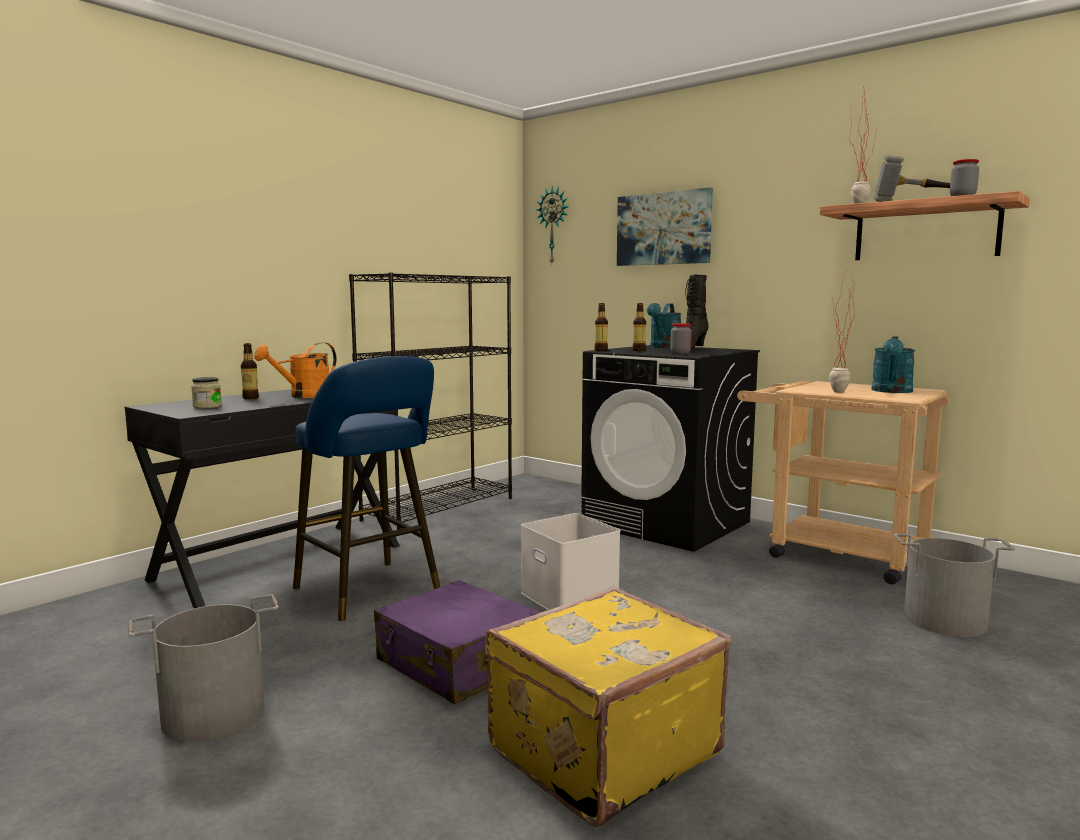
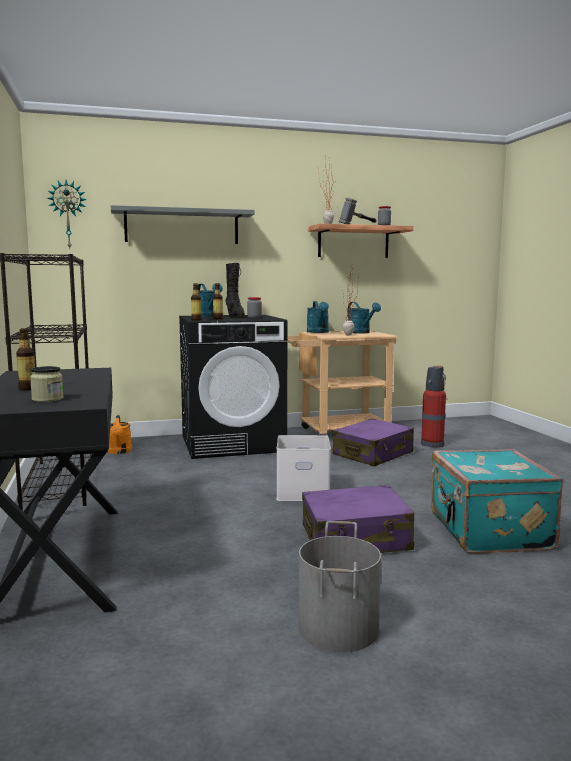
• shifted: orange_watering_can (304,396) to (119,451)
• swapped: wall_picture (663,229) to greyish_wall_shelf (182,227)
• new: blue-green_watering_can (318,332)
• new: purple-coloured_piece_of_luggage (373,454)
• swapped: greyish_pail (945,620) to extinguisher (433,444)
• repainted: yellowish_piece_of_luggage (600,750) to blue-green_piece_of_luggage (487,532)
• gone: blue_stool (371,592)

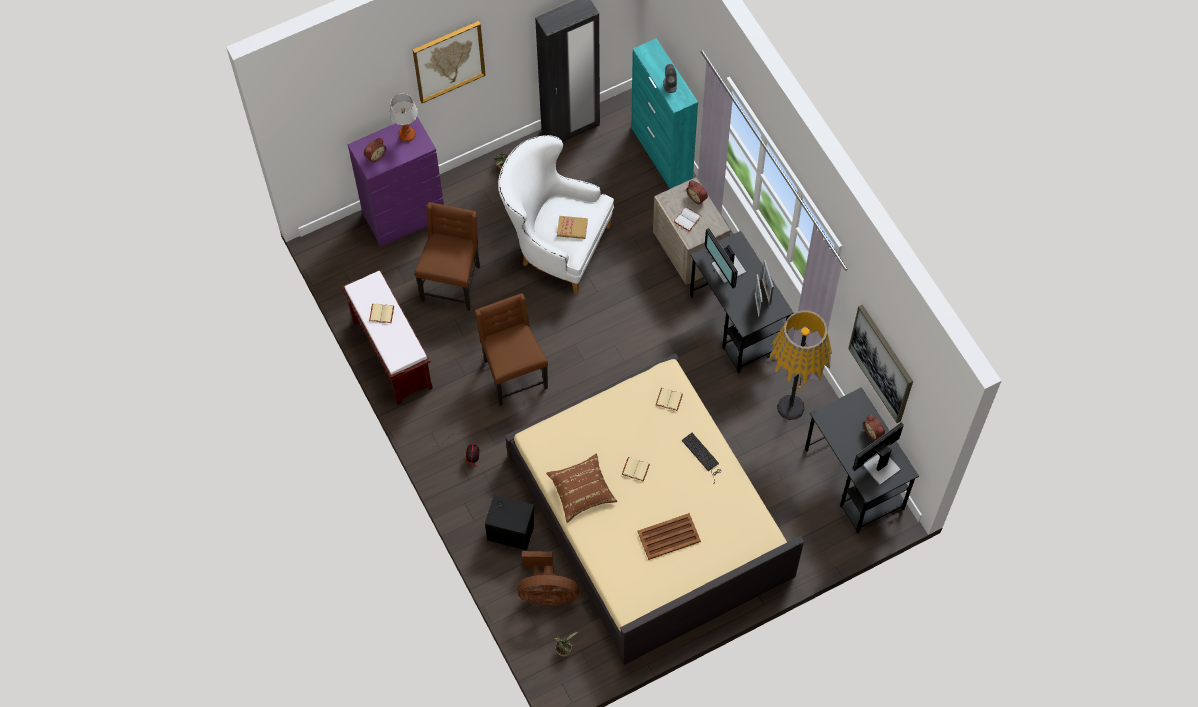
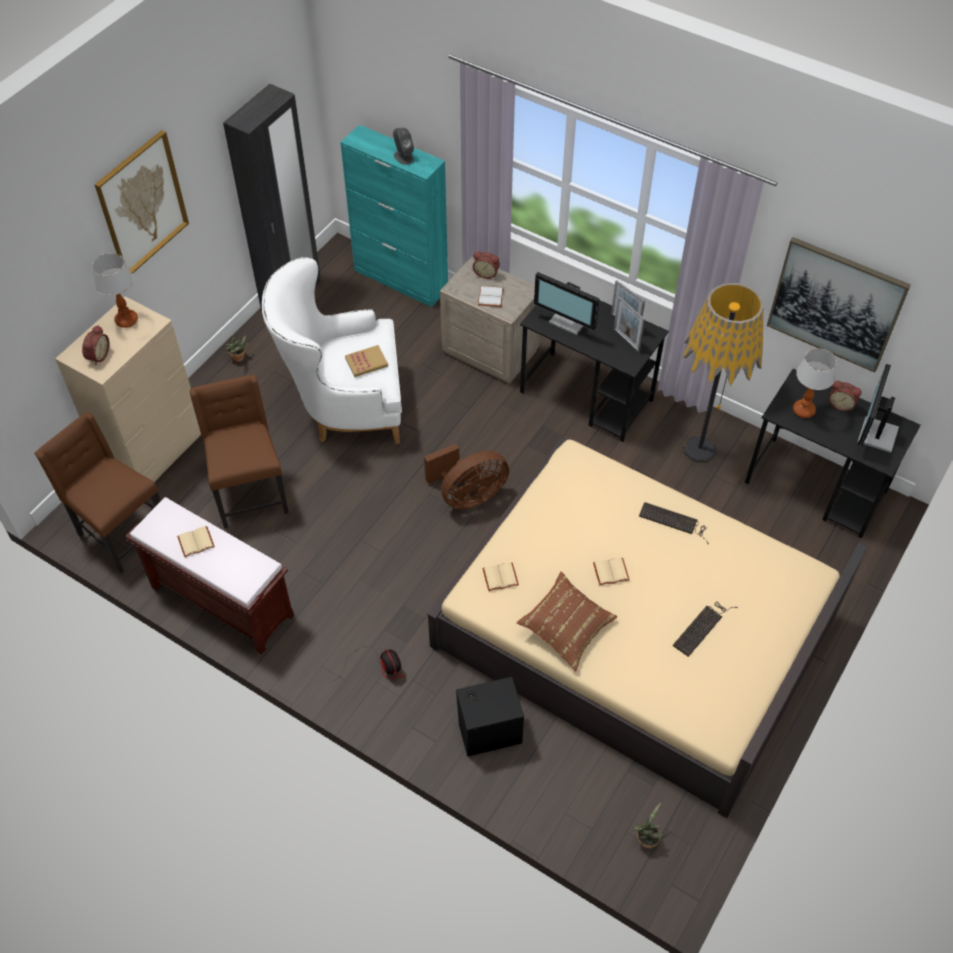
• shifted: brown-coloured_chair (513,374) to (121,533)
• repainted: purple-coloured_drawer_chest (404,216) to beige_drawer_chest (154,451)
• shifted: brown-coloured_fan (546,592) to (468,495)
• shifted: beige_bound_book (668,400) to (500,578)
• swapped: brown-coloured_carrying_tray (669,536) to PC_keyboard (702,626)
• new: tabletop_lamp (803,410)

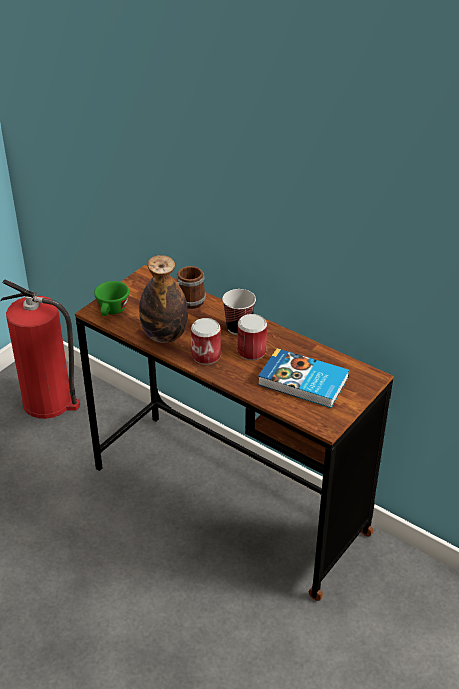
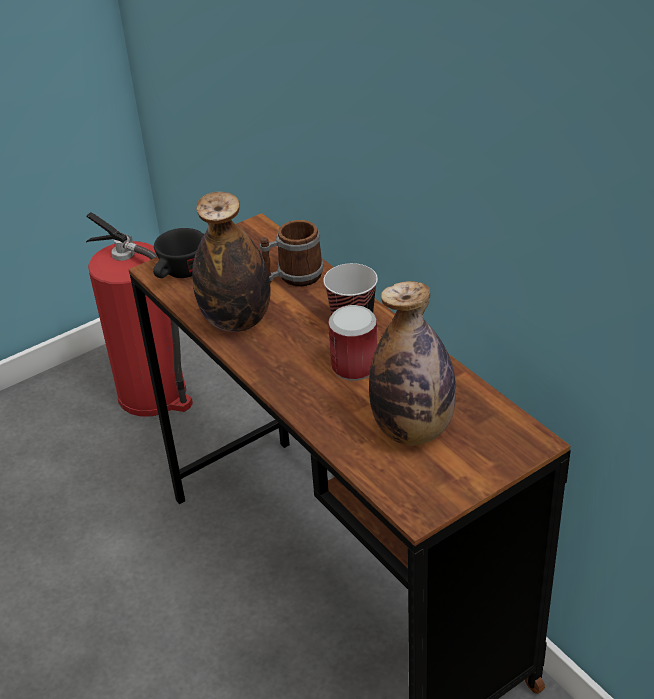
• repainted: green_cup (112,311) to blackish_cup (180,274)
• swapped: bound_book (303,382) to drink_bottle (413,430)
• gone: metal_can (206,356)

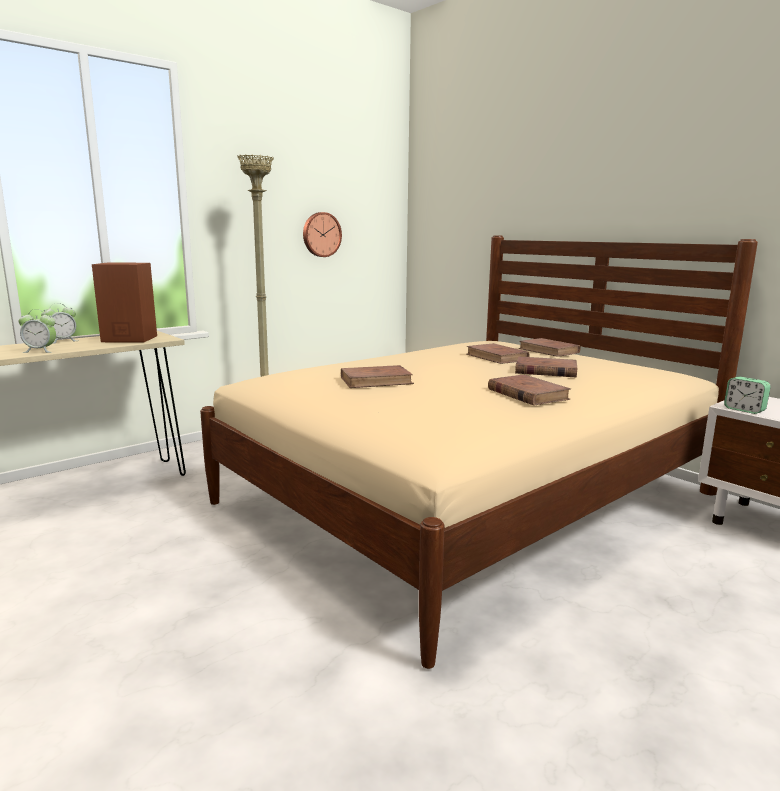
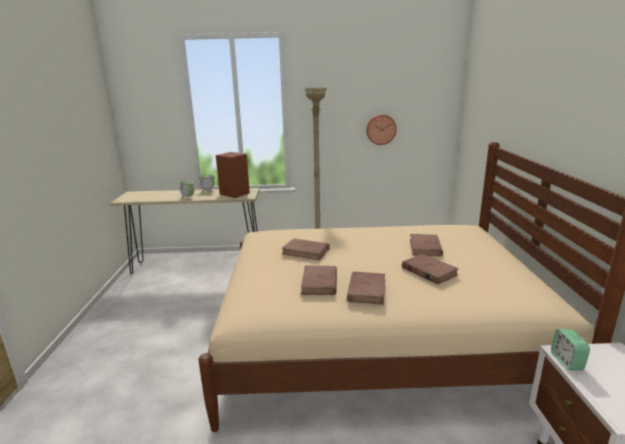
• shifted: brown-coloured_bound_book (549,351) to (319,283)

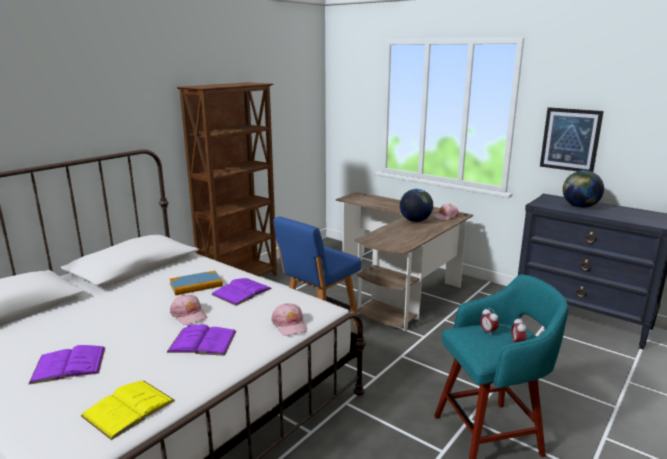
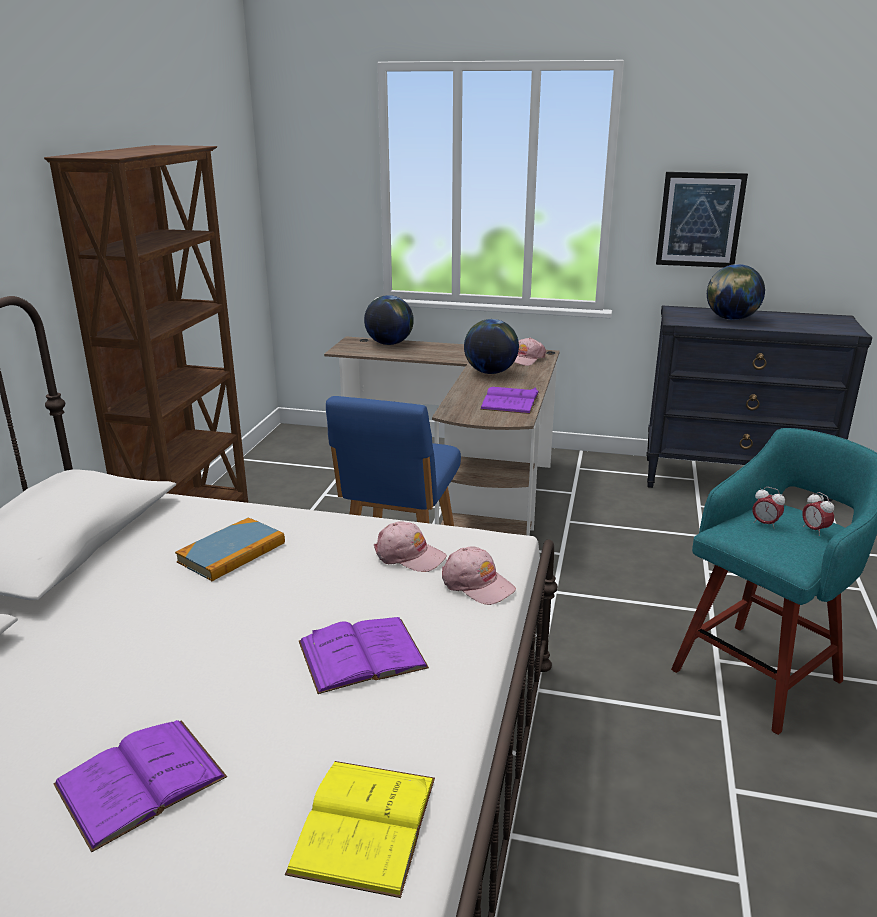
• new: globe (389,343)
• shifted: pink-coloured_cap (189,315) to (409,555)
• shifted: purple-coloured_bound_book (242,291) to (510,400)

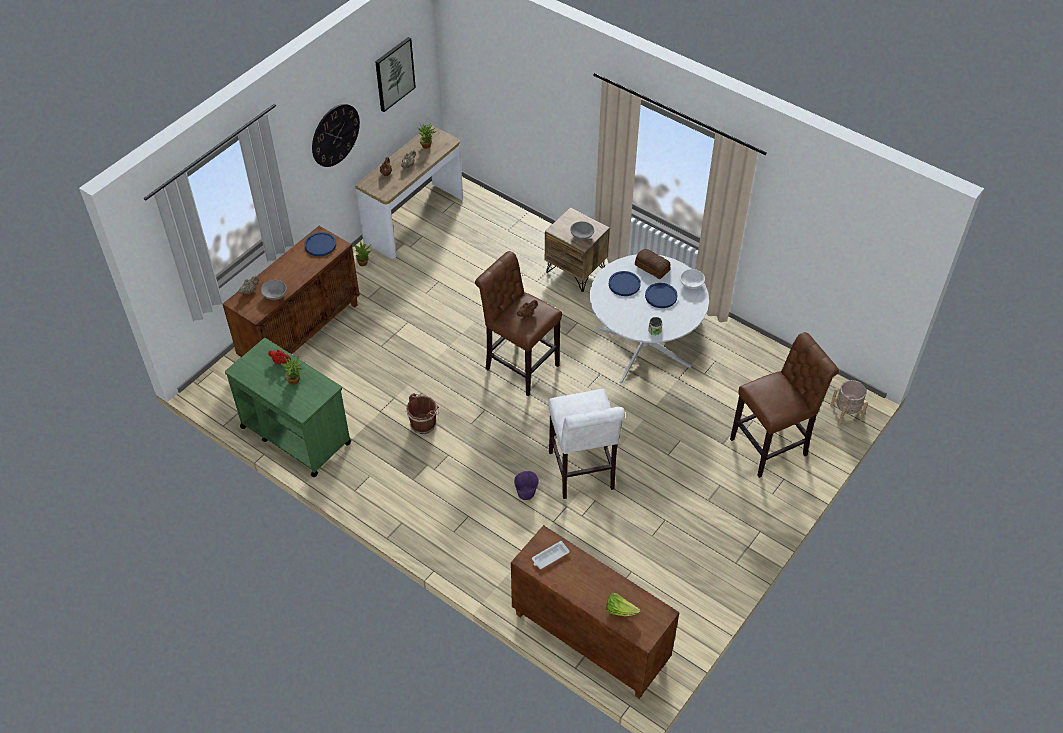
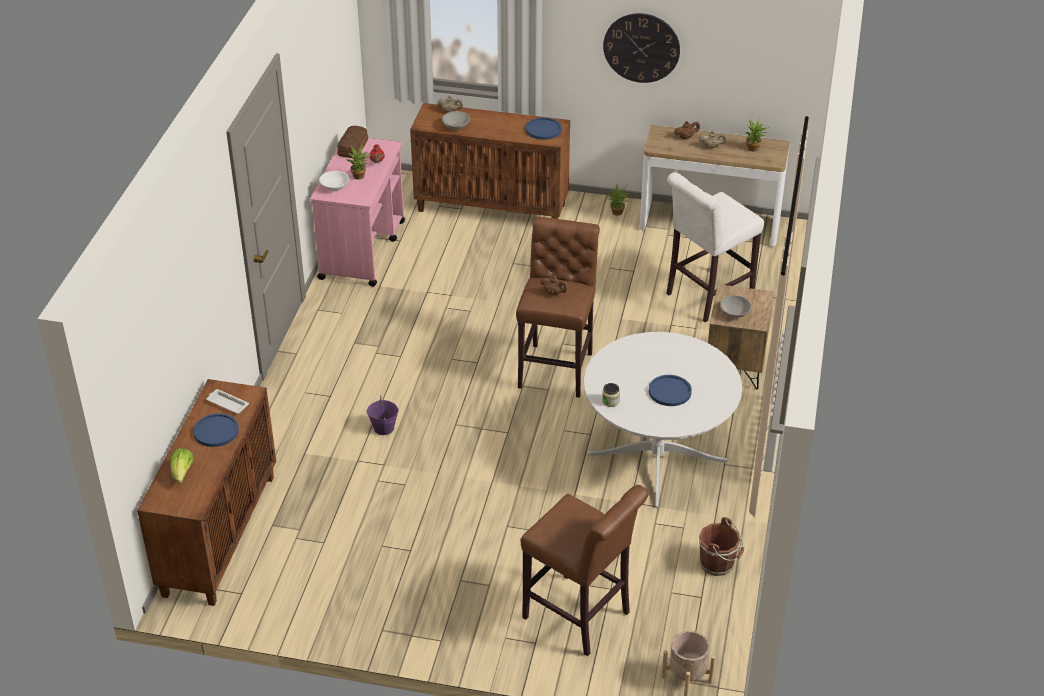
• shifted: blue_dinner_plate (624,284) to (216,431)
• repainted: green_cart (295,434) to pink-coloured_cart (363,249)
• shifted: whitish_bowl (691,284) to (334,187)
• shifted: bread (652,267) to (354,147)
• shifted: whitish_stool (582,474) to (705,297)
• shifted: brown-coloured_pail (424,423) to (718,563)
• gone: wall_picture (394,74)

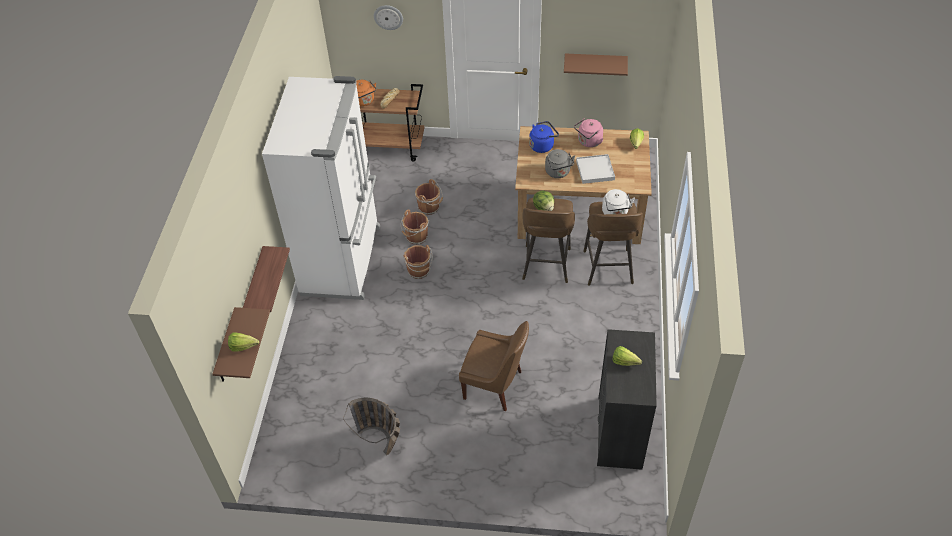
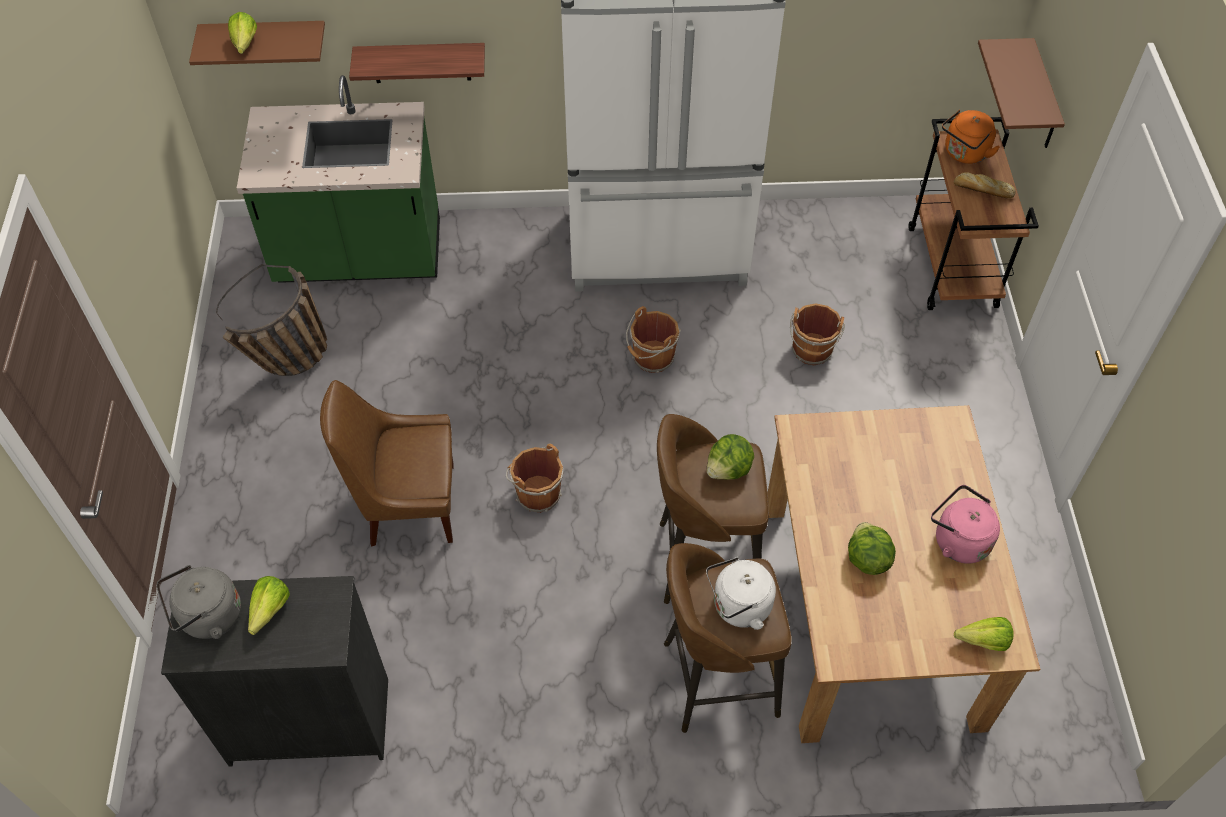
• shifted: greyish_kettle (558,173) to (207,617)
• new: green_kitchen_counter (359,257)
• rotated: brown-coloured_chair (495,386) = (408,505) 75 degrees clockwise
• shifted: brown-coloured_pail (416,237) to (536,493)
• swapped: whitish_carrying_tray (595,170) to head_of_lettuce (867,559)
• shifted: brown-coloured_wall_shelf (595,64) to (1042,98)
• gone: wall_clock (388,17)
• gone: blue_kettle (542,145)

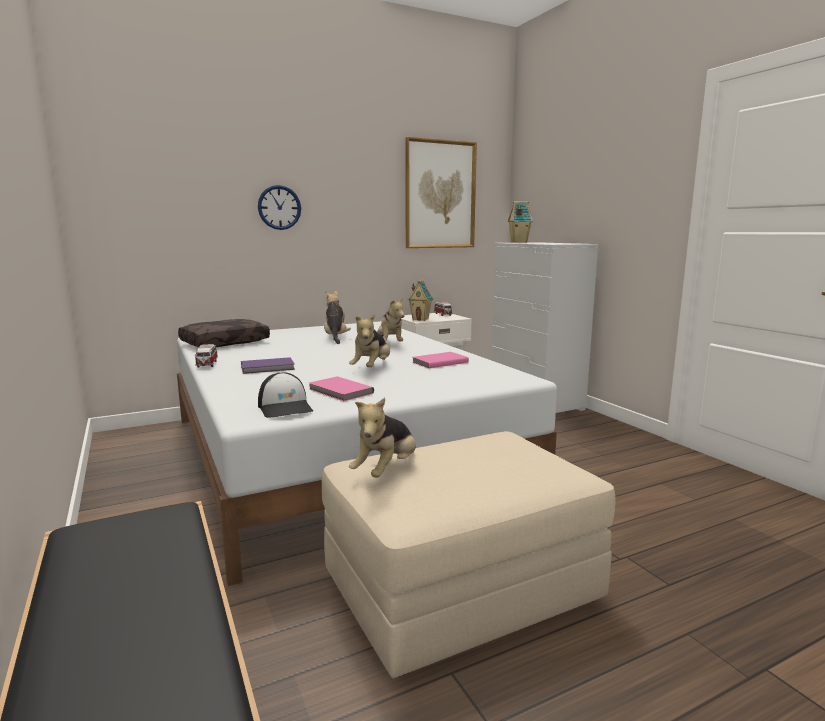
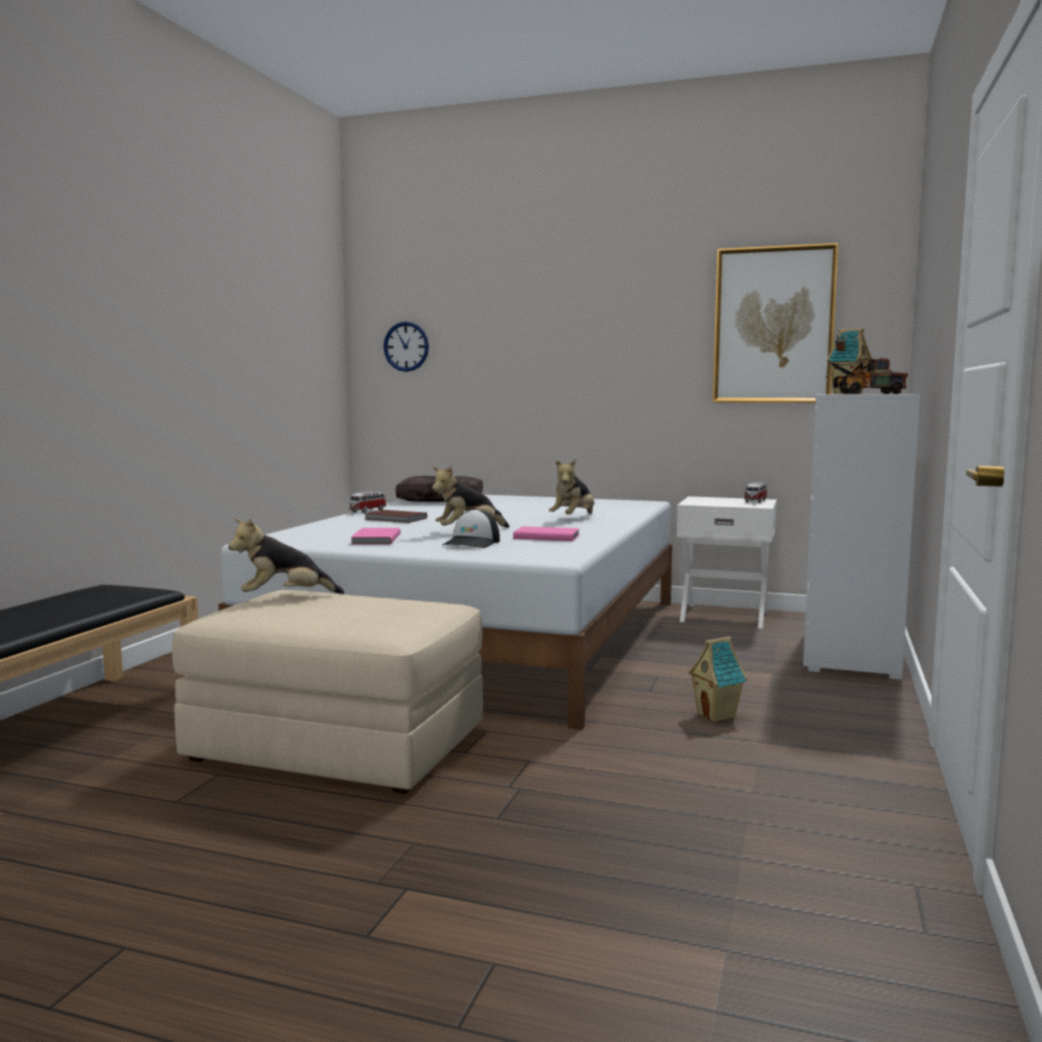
• repainted: purple-coloured_bound_book (268,368) to brown-coloured_bound_book (395,519)
• shifted: wall_clock (279,207) to (406,346)
• shifted: cap (285,407) to (472,543)
• shifted: miniature_house (421,319) to (717,716)
• new: toy_truck (863,394)
• gone: plush_toy (335,338)

